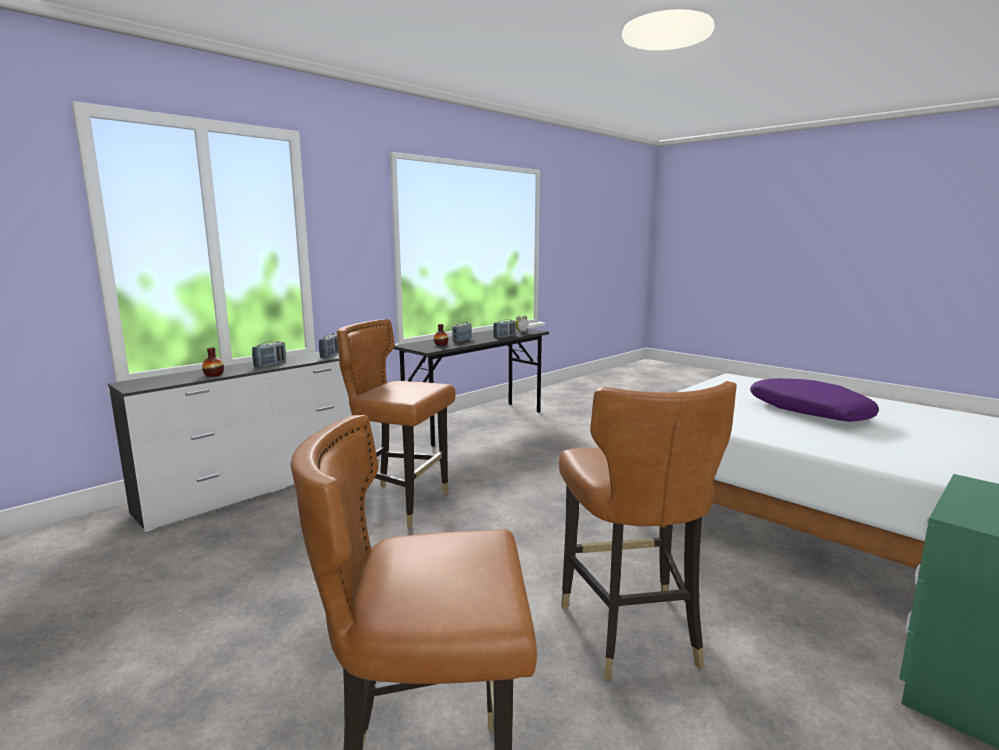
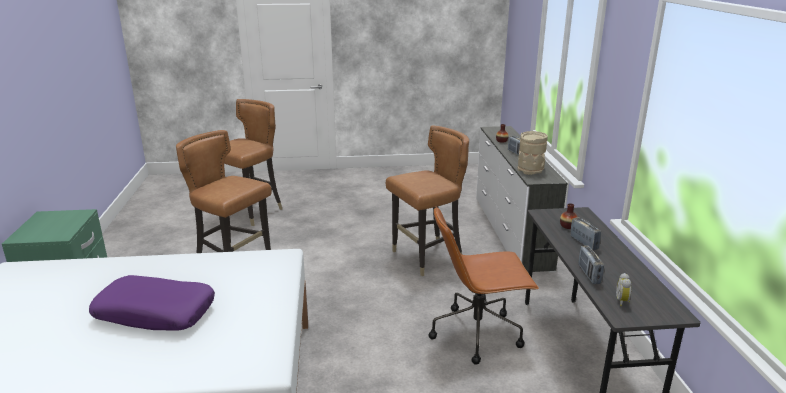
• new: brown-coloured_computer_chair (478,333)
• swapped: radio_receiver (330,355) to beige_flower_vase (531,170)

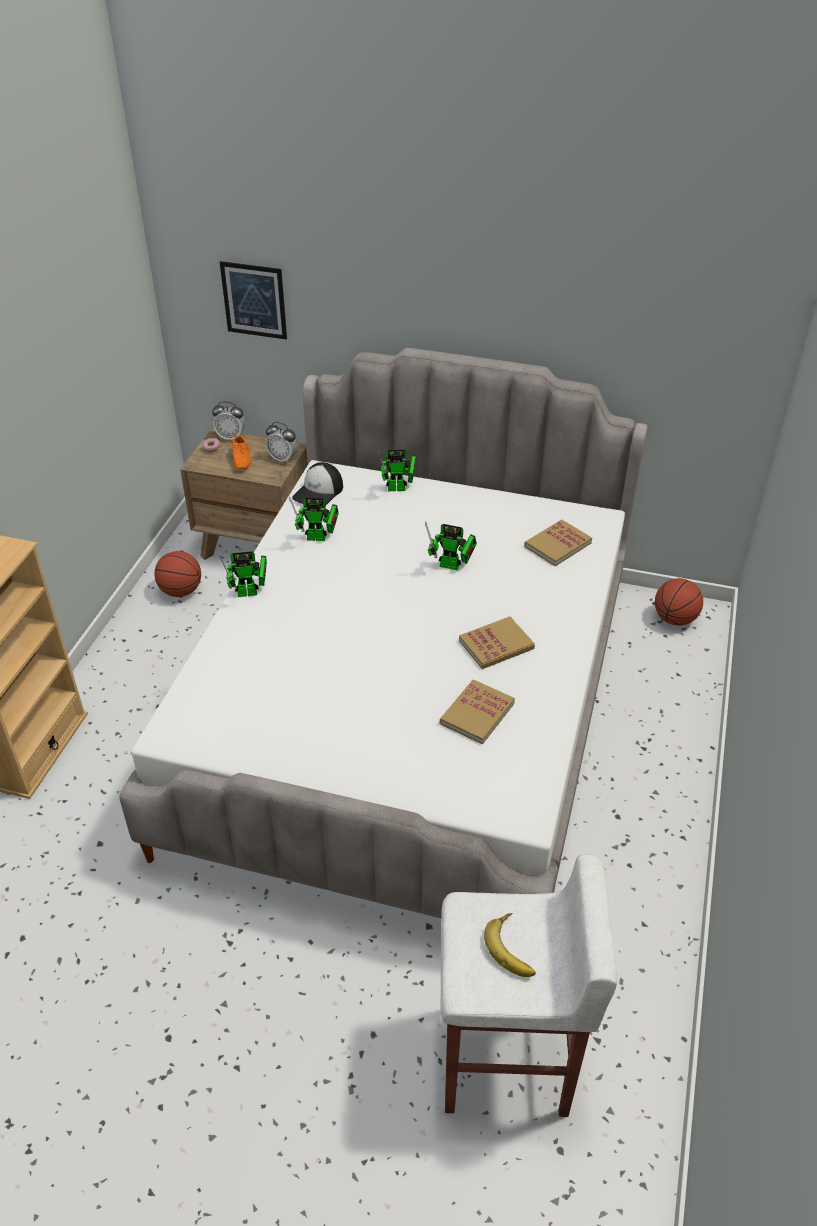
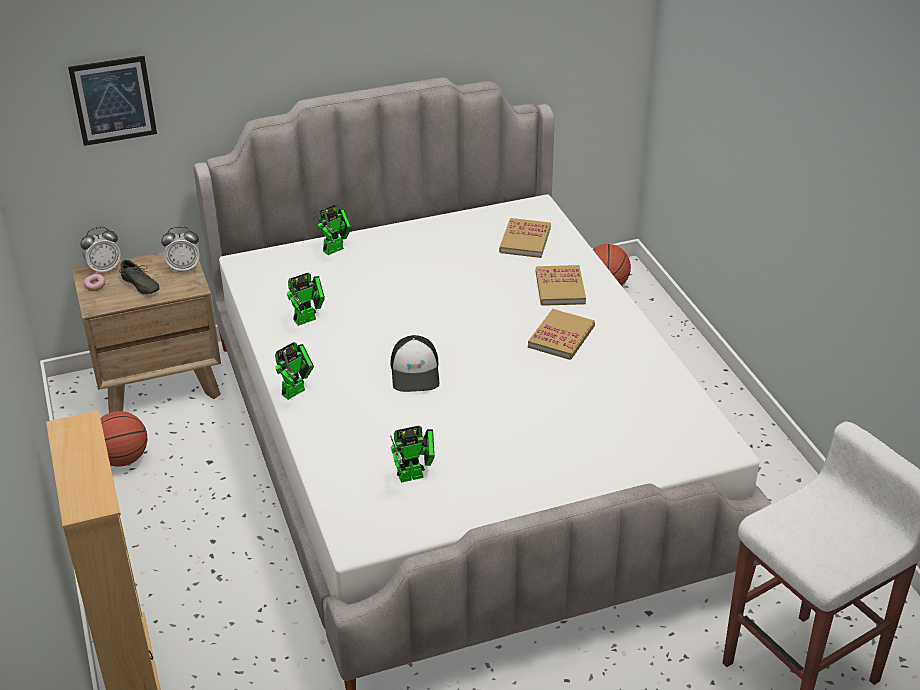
• repainted: orange_item_of_footwear (239,460) to greyish_item_of_footwear (139,286)
• shifted: robot_figure (452,566) to (415,475)
• shifted: cap (319,492) to (415,372)
• shifted: bound_book (477,713) to (560,288)
• gone: banana (514,948)

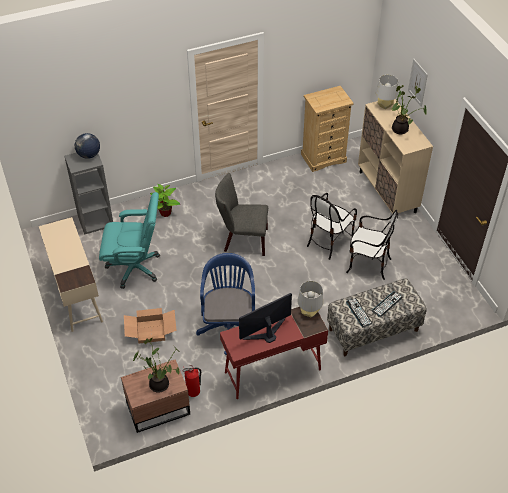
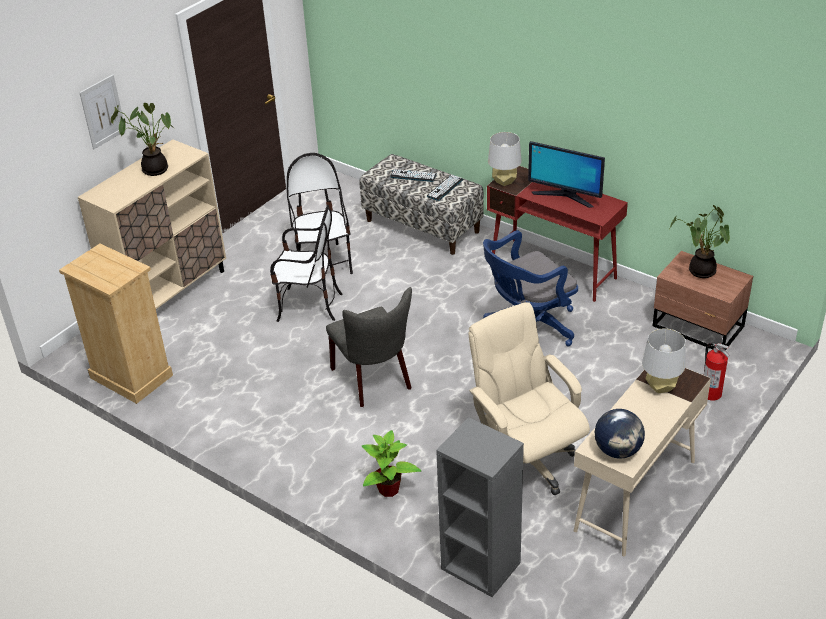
• repainted: blue-green_computer_chair (135,267) to beige_computer_chair (526,462)
• shifted: globe (89,155) to (618,450)
• shifted: greyish_tabletop_lamp (384,106) to (660,387)
• shifted: extinguisher (193,391) to (711,393)
• gone: packing_box (150,332)

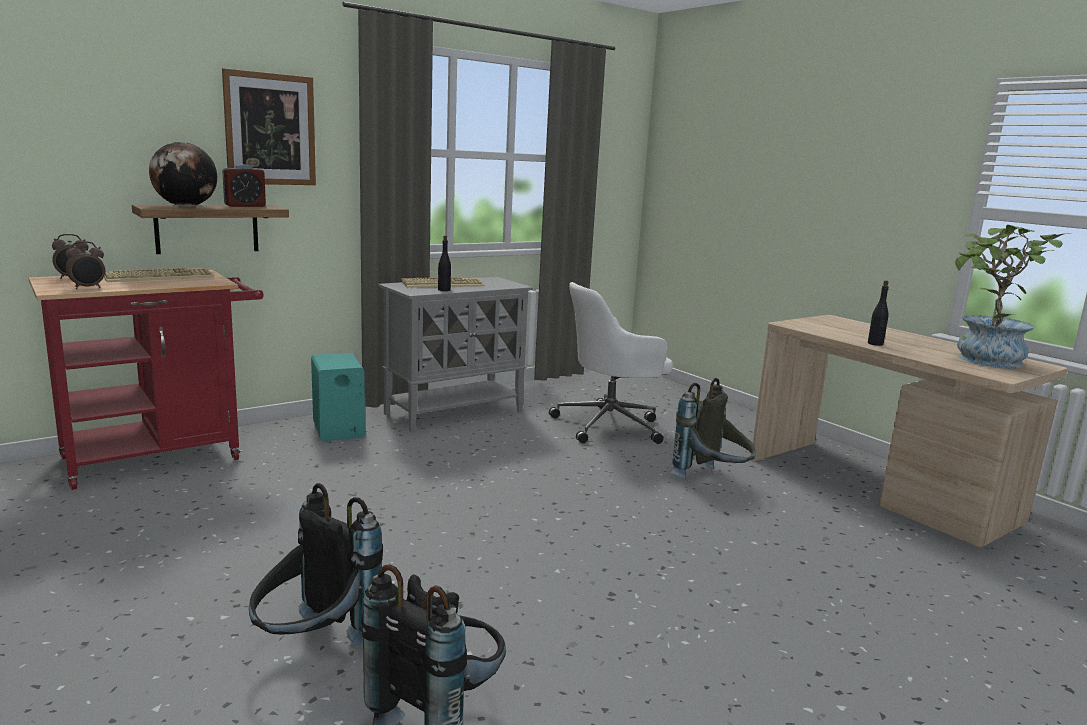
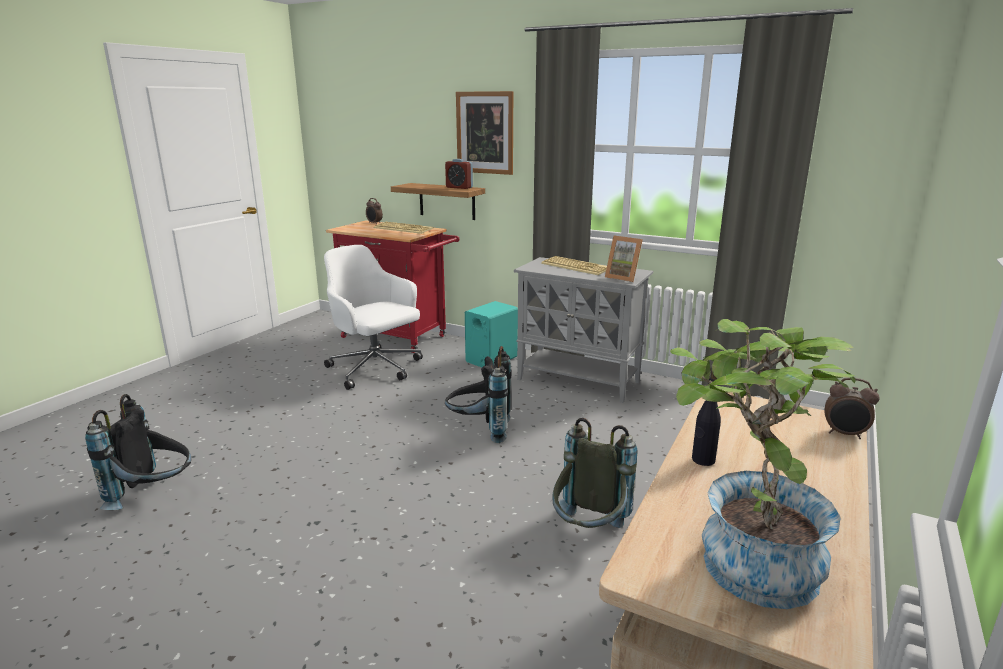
• shifted: whitish_computer_chair (610,425) to (376,369)
• shifted: blackish_backpack (314,647) to (480,430)
• new: picture_frame (623,277)
• shifted: table_clock (88,288) to (844,434)
• gone: globe (186,206)
• gone: blackish_drink_bottle (444,290)

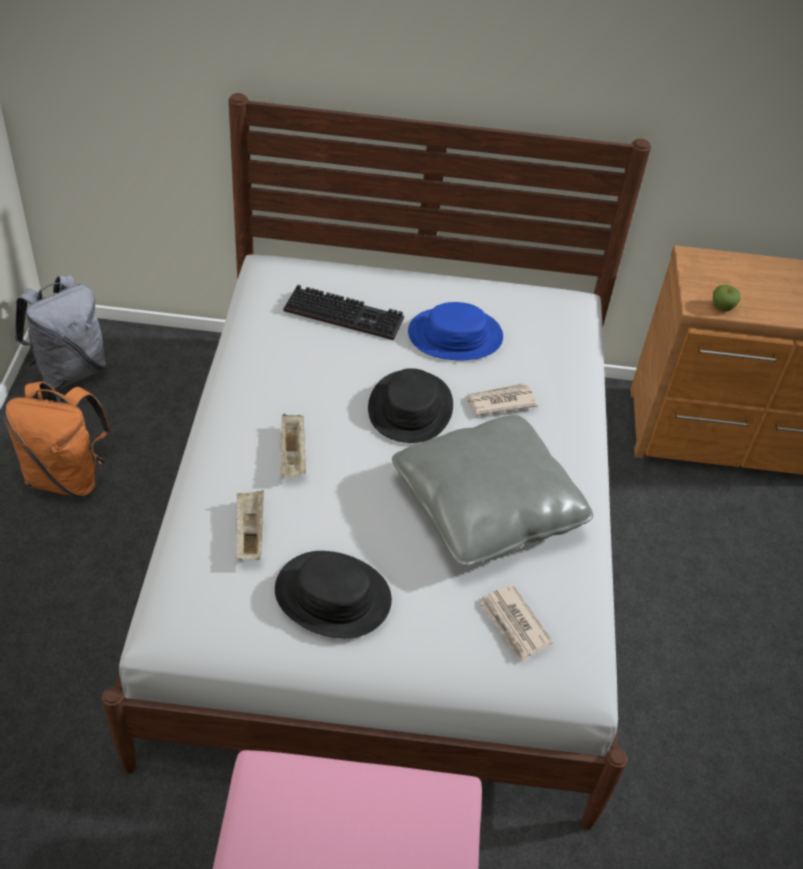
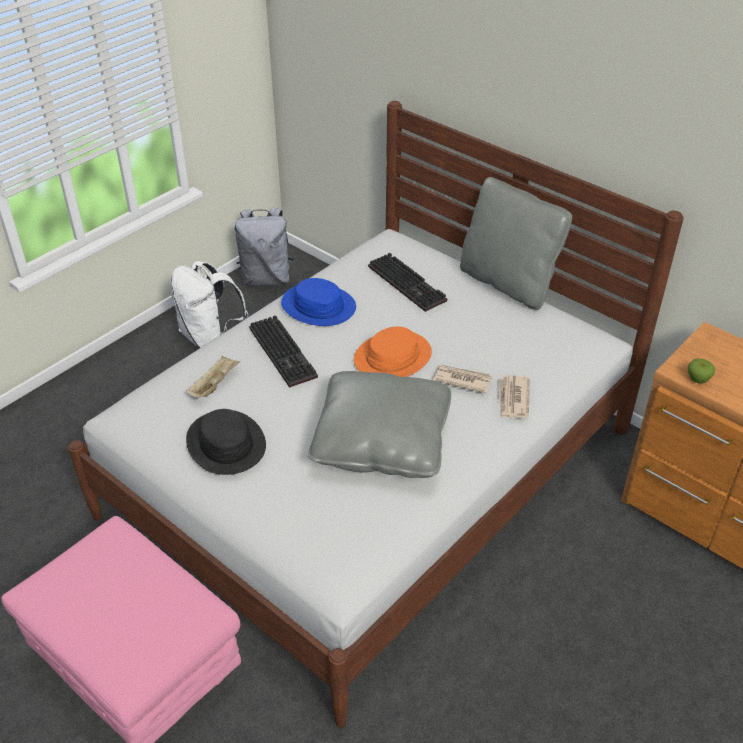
• repainted: orange_backpack (67,477) to whitish_backpack (210,338)
• swapped: beige_carrying_tray (293,456) to PC_keyboard (285,353)
• shifted: blue_wearable_hat (455,336) to (318,306)
• repainted: blackish_wearable_hat (410,408) to orange_wearable_hat (393,357)
• new: greyish_pillow (508,283)
• shifted: printed_paper (514,625) to (513,399)

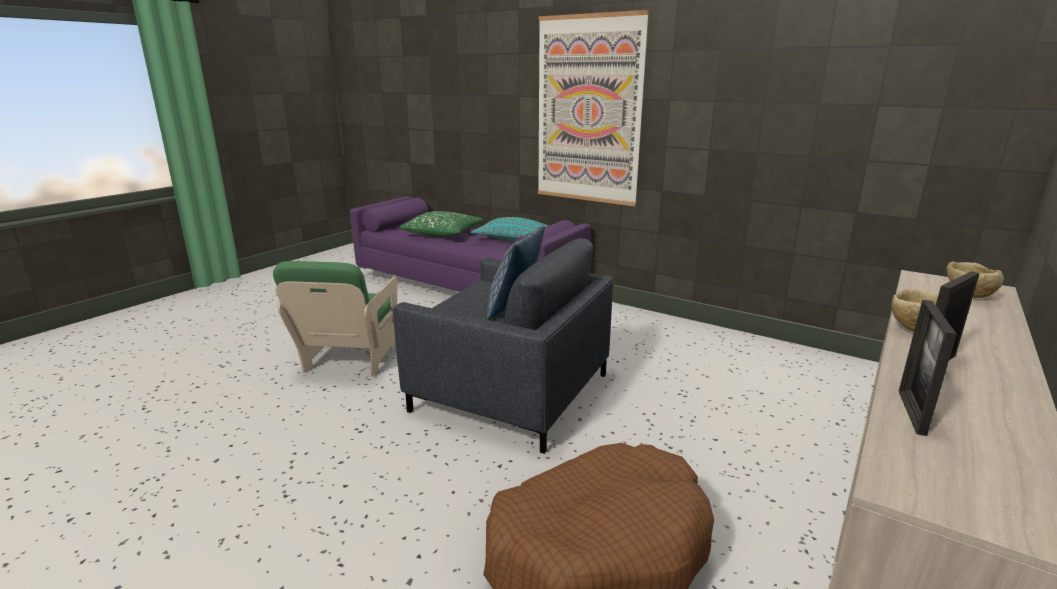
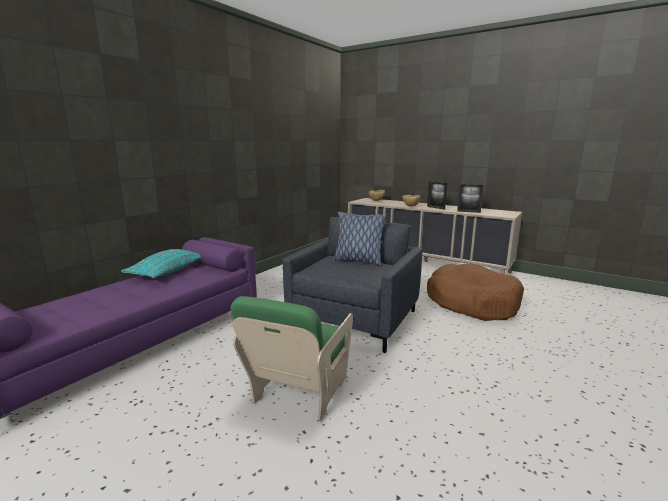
• rotated: green_lounge_chair (350,360) = (300,393) 105 degrees clockwise
• gone: green_pillow (443,233)
• gone: wall_picture (588,111)

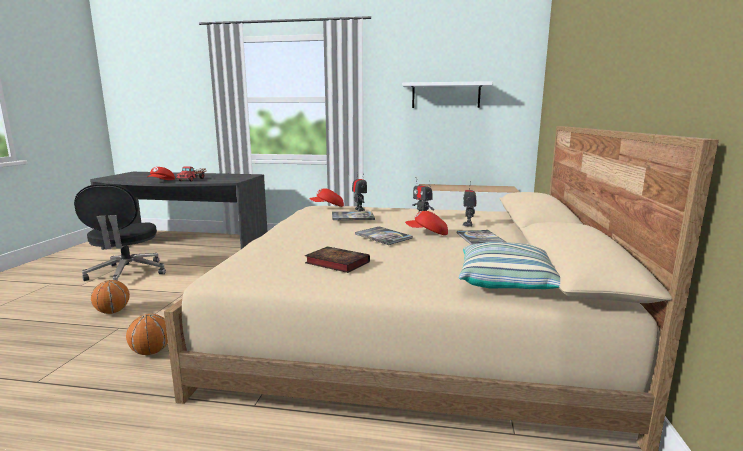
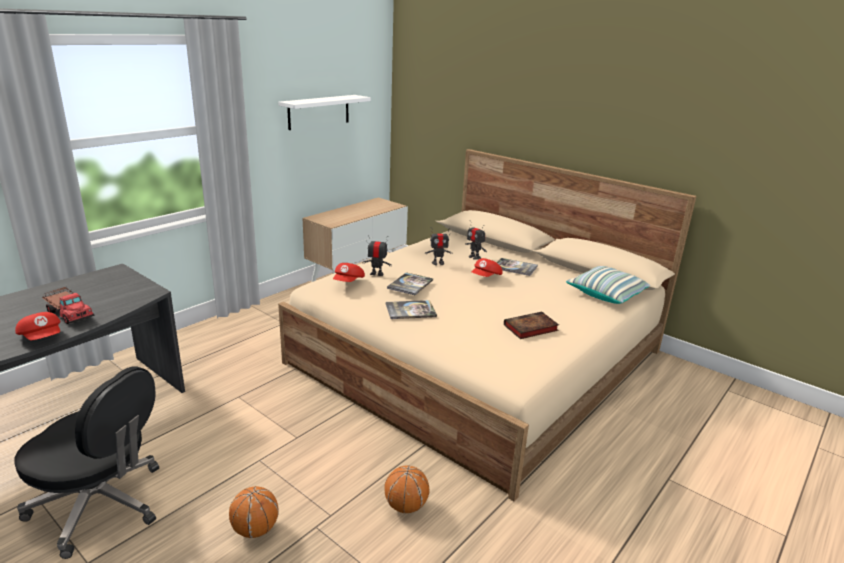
• shifted: bound_book (383,236) to (410,310)

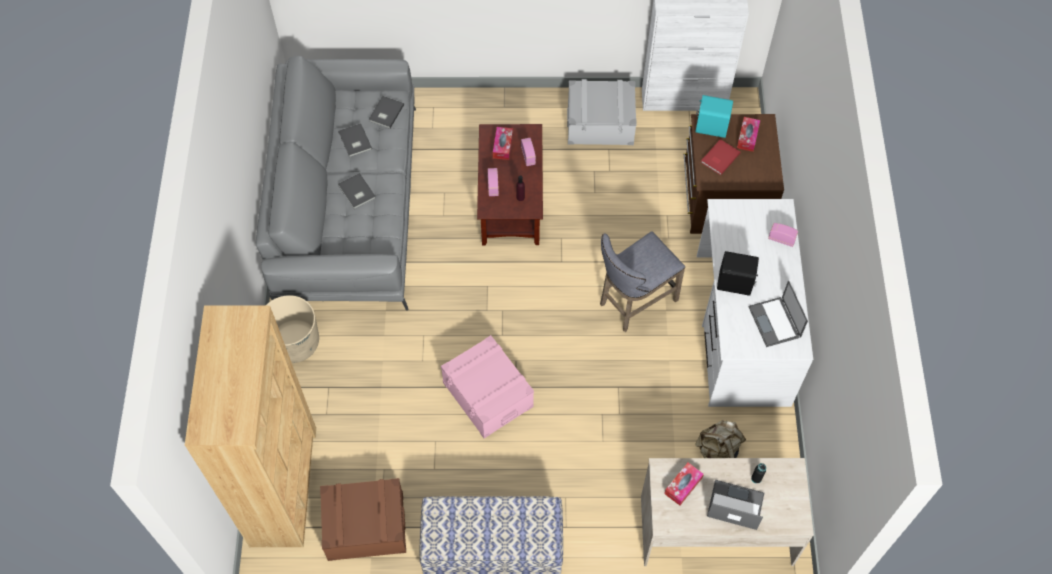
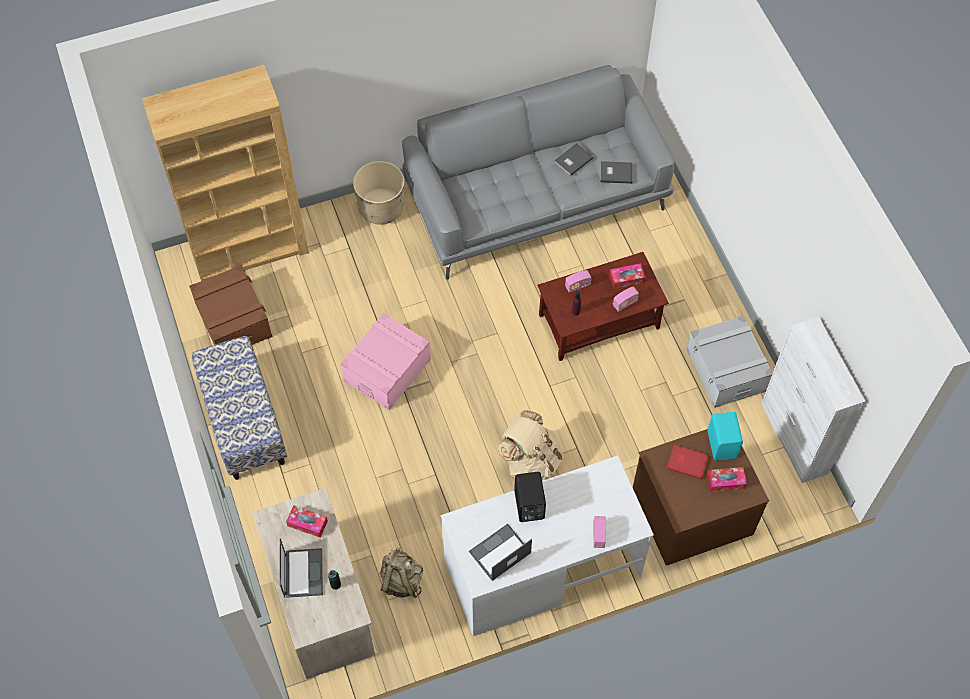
• swapped: greyish_stool (634,303) to beige_backpack (531,461)
• gone: greyish_bound_book (356,192)

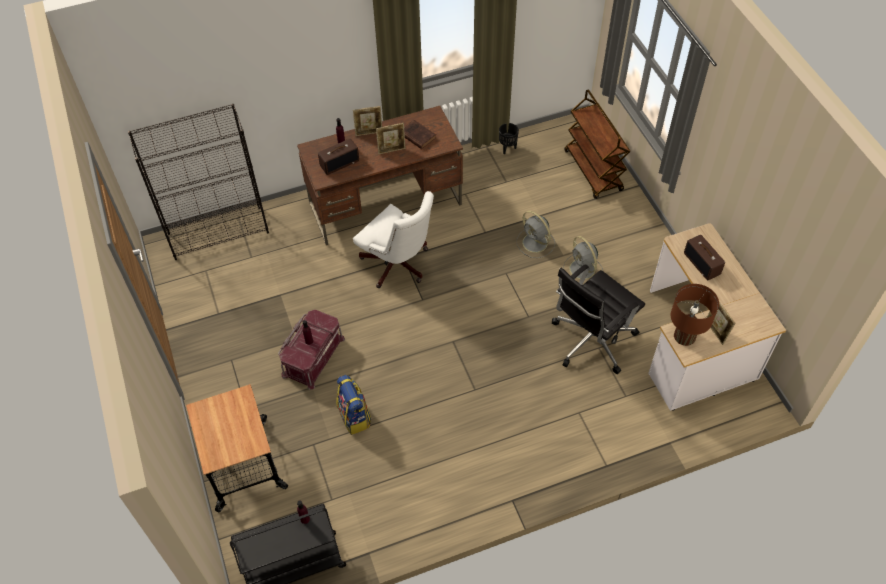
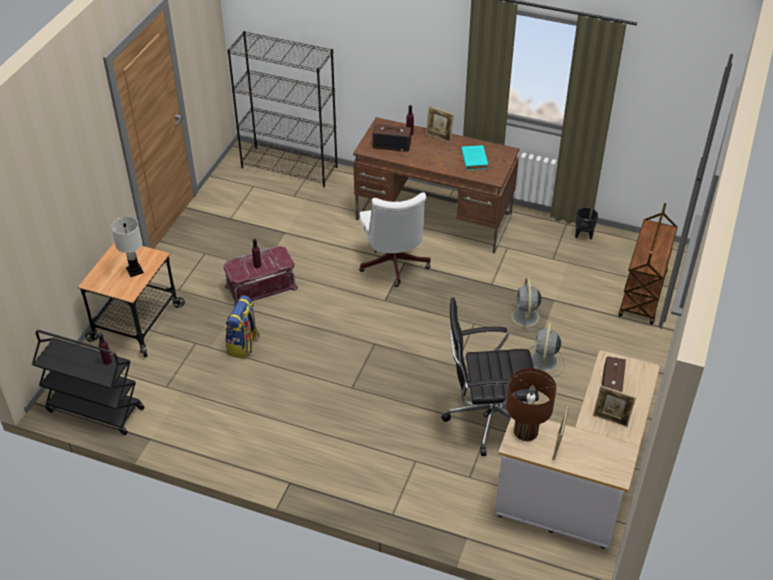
• new: whitish_tabletop_lamp (134,271)
• repainted: brown-coloured_bound_book (417,135) to blue-green_bound_book (474,159)
• shifted: picture_frame (391,150) to (610,420)

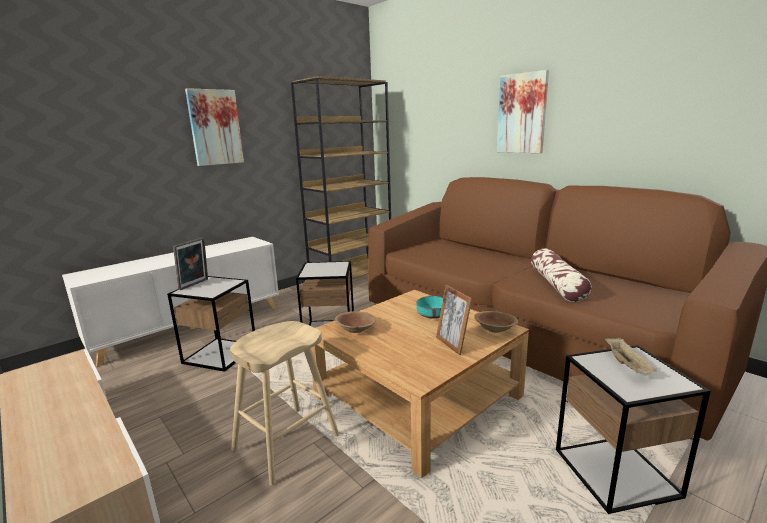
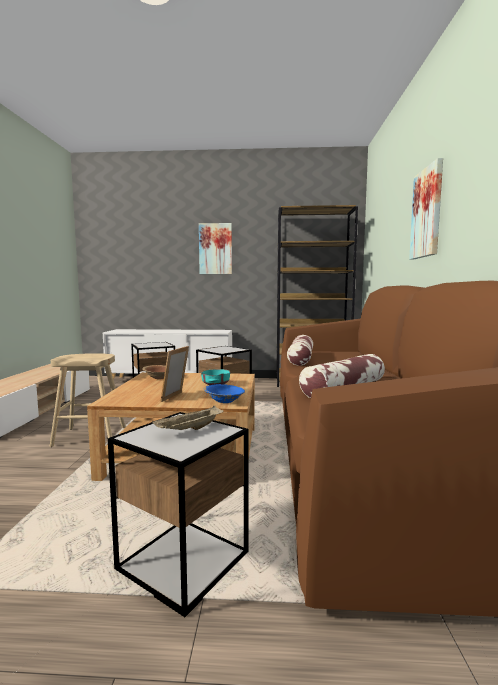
• repainted: brown-coloured_bowl (495,329) to blue_bowl (224,401)
• new: pillow (301,359)
• gone: picture_frame (195,284)

